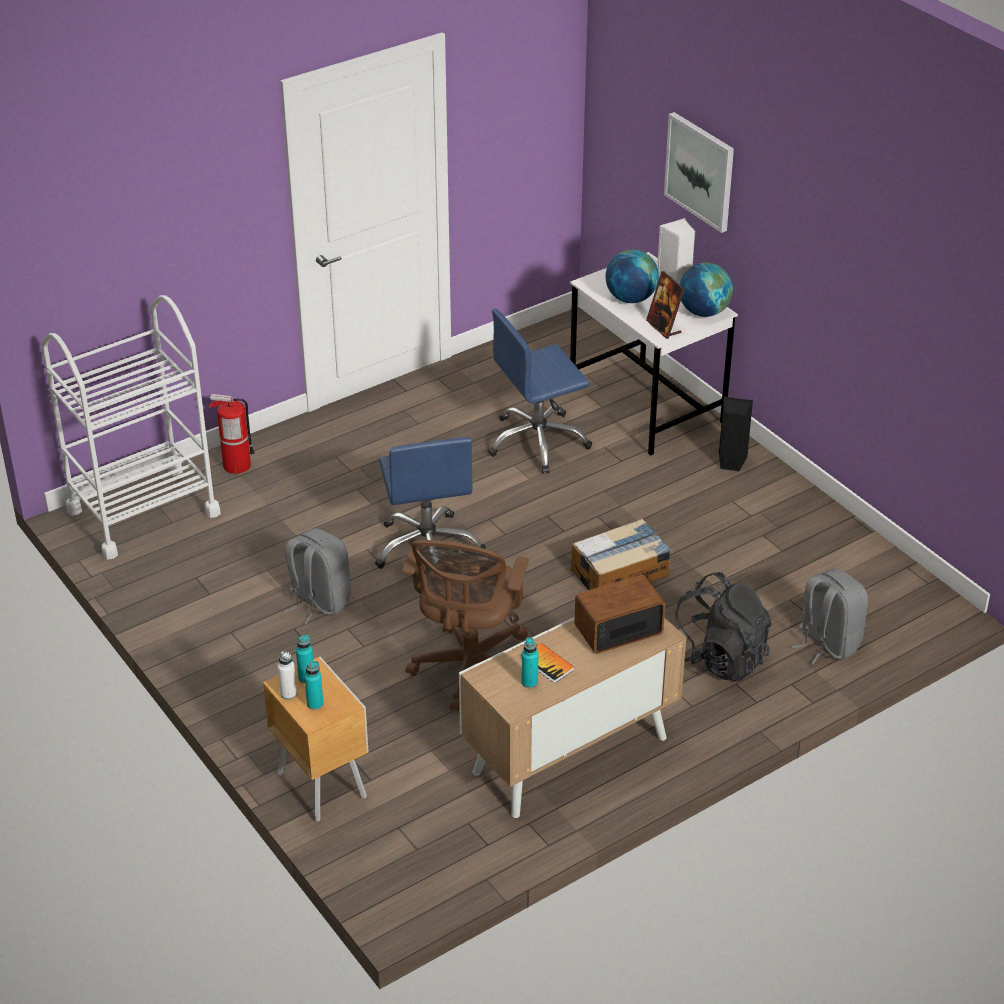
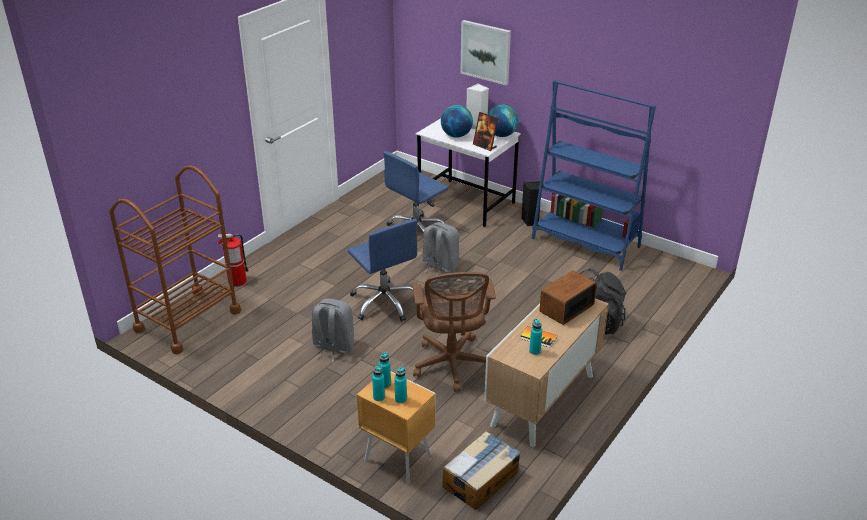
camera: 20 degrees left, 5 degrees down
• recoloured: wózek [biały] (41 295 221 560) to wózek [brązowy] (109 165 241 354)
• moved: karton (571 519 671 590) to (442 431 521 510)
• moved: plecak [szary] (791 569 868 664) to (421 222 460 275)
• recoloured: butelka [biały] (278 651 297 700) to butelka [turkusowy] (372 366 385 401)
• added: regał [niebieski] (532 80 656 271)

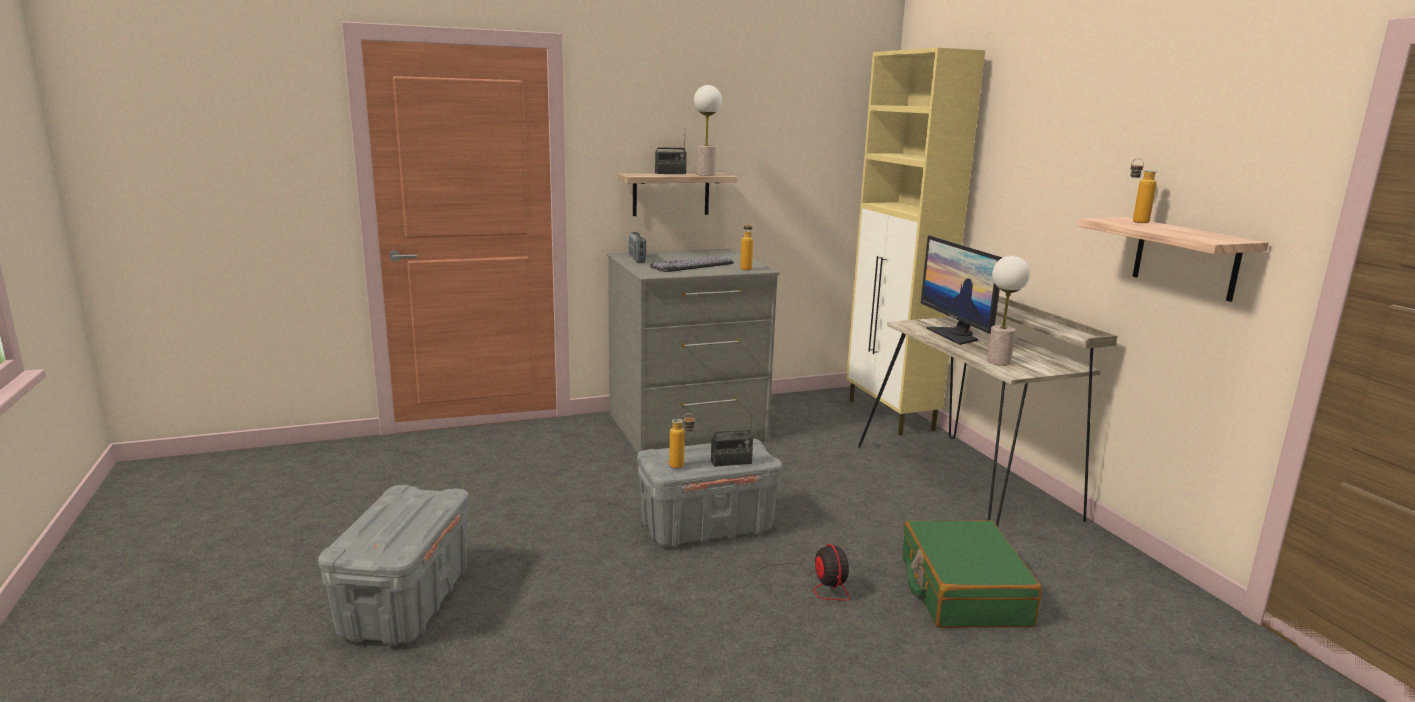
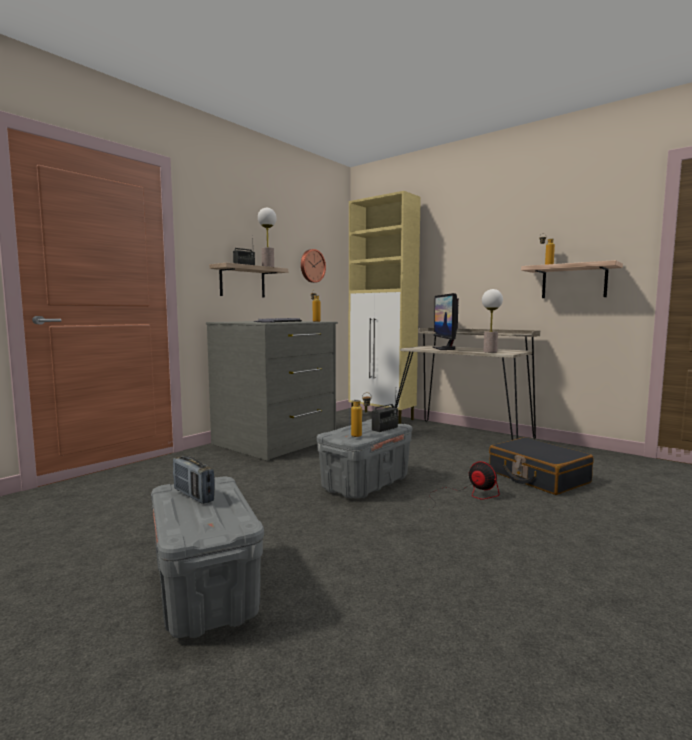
camera: 30 degrees left, 10 degrees down
• moved: radio (629 232 646 263) to (173 456 215 504)
• turned: monitor (921 235 1002 345) = (433 293 459 350) 45 degrees clockwise
• recoloured: walizka [zielony] (902 520 1042 628) to walizka [czarny] (489 437 594 495)
• added: zegar ścienny (301 249 326 283)

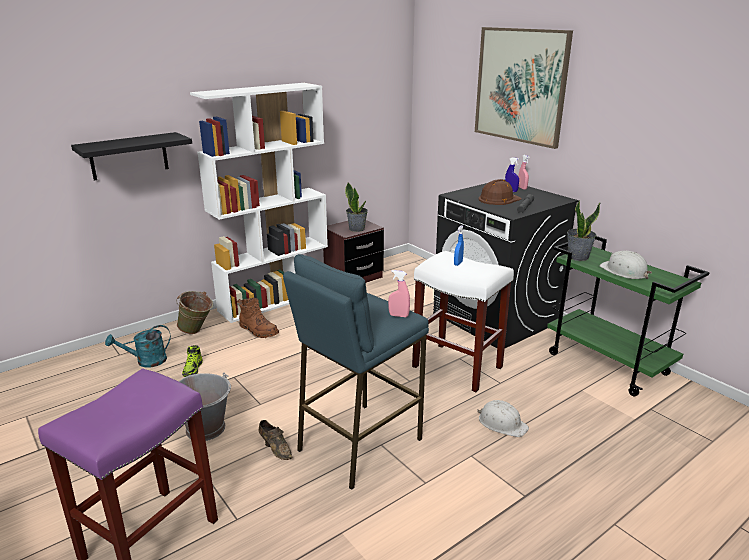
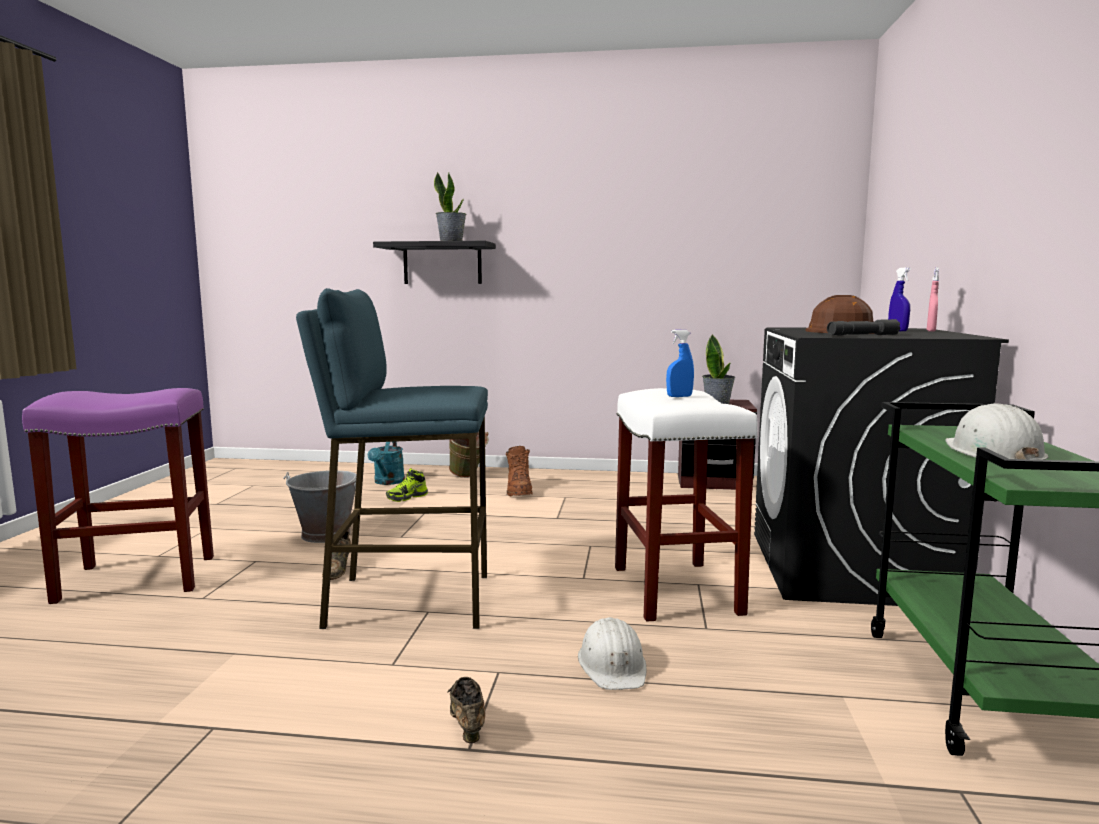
camera: 45 degrees right, 15 degrees down
• removed: obraz (475 27 573 149)
• removed: regał [biały] (190 83 328 323)
• moved: roślina doniczkowa (567 200 600 261) to (434 172 466 241)
• removed: spryskiwacz [różowy] (388 270 410 317)
• turned: konewka [turkusowy] (105 325 171 368) = (368 442 405 485) 105 degrees counterclockwise
• added: but [brązowy] (447 677 485 743)

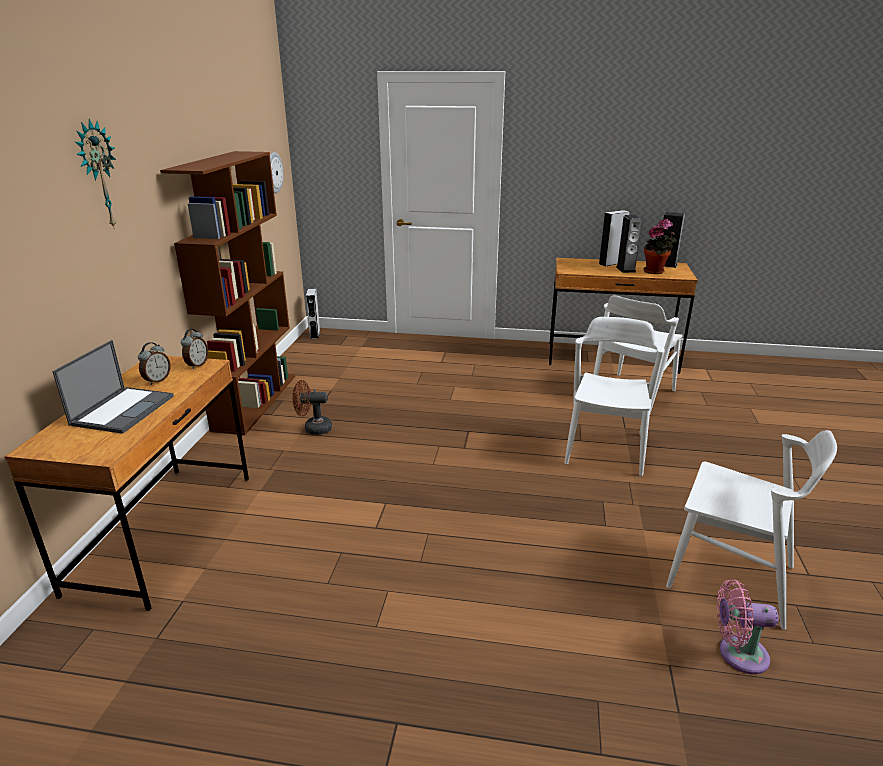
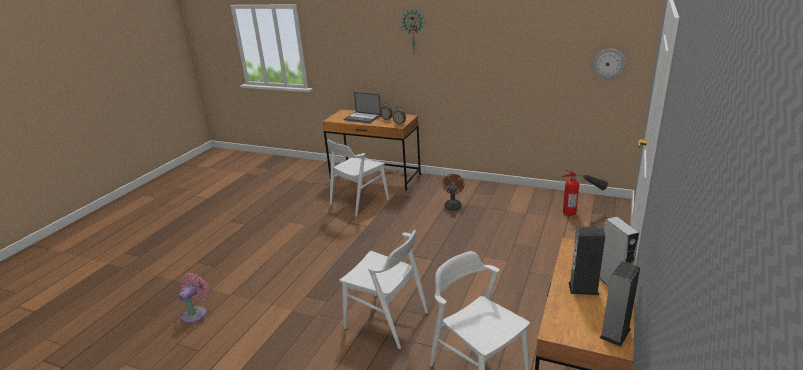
camera: 105 degrees right, 0 degrees up
• removed: regał [brązowy] (160 151 295 435)
• removed: roślina doniczkowa (643 219 677 274)
• removed: głośnik [szary] (306 289 320 339)
• moved: krzesło [biały] (666 430 837 630) to (327 139 389 217)
• added: gaśnica (562 170 608 216)

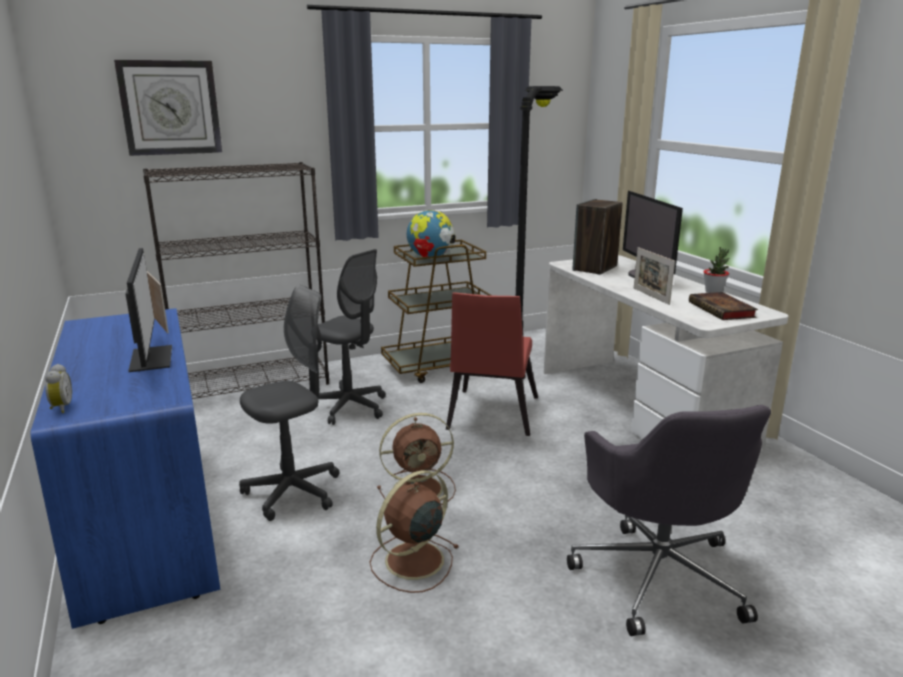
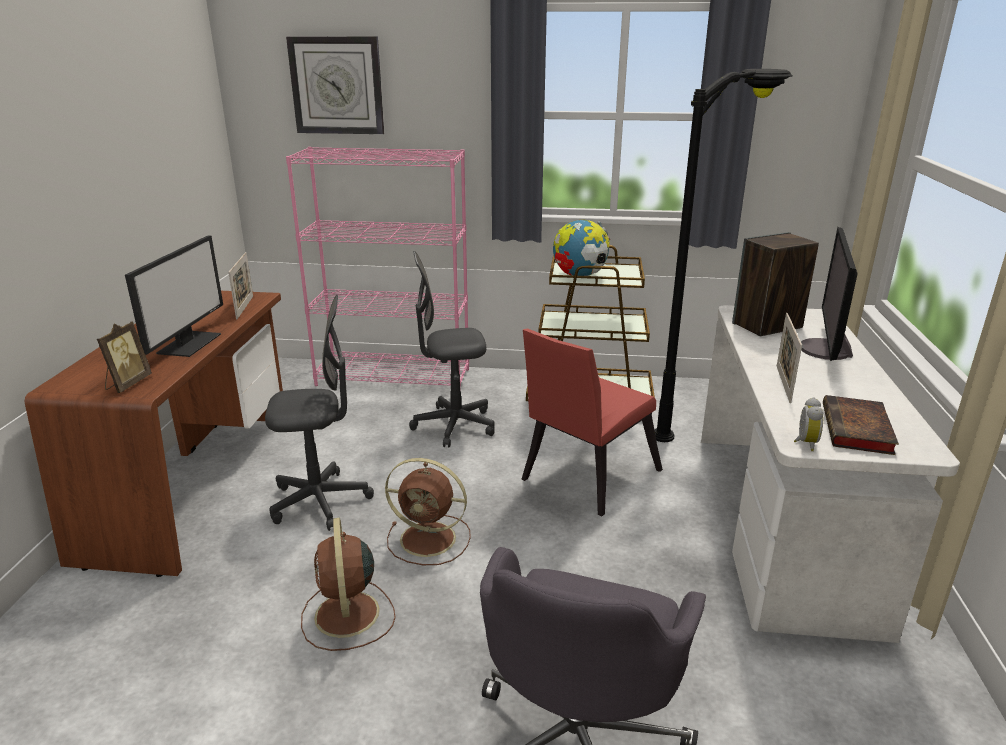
camera: 30 degrees right, 5 degrees up
• recoloured: regał [czarny] (143 162 329 399) to regał [różowy] (286 147 469 387)
• removed: roślina doniczkowa (703 247 730 293)
• turned: krzesło biurowe [szary] (317 249 386 425) = (409 251 495 448) 105 degrees clockwise
• recoloured: biurko [niebieski] (31 308 220 629) to biurko [brązowy] (25 291 283 577)
• moved: budzik (45 364 72 413) to (794 397 823 451)
• turned: wentylator [brązowy] (370 470 458 593) = (301 518 396 651) 90 degrees counterclockwise
• added: ramka na zdjęcie (97 322 152 393)

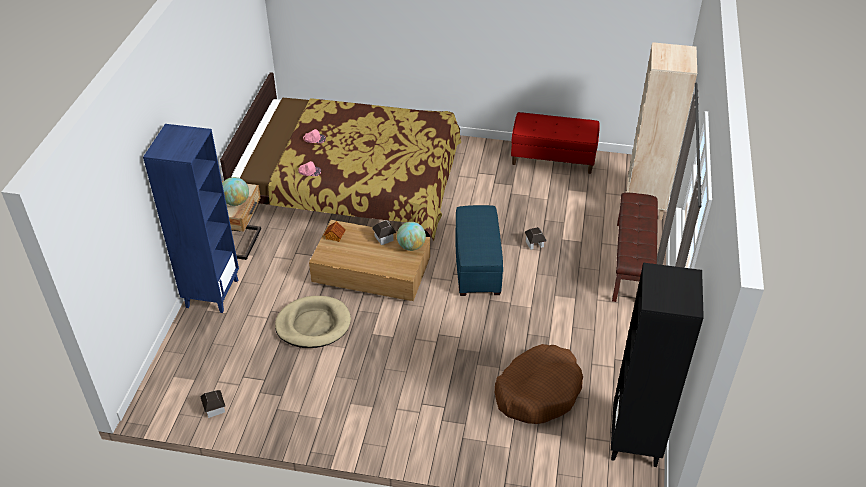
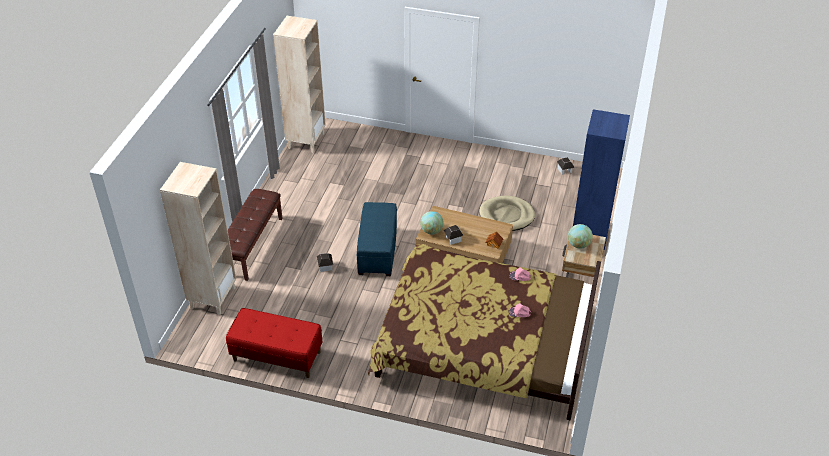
camera: 175 degrees left, 0 degrees up
• recoloured: regał [czarny] (611 263 704 467) to regał [beżowy] (273 16 326 153)
• removed: legowisko [brązowy] (495 344 583 424)

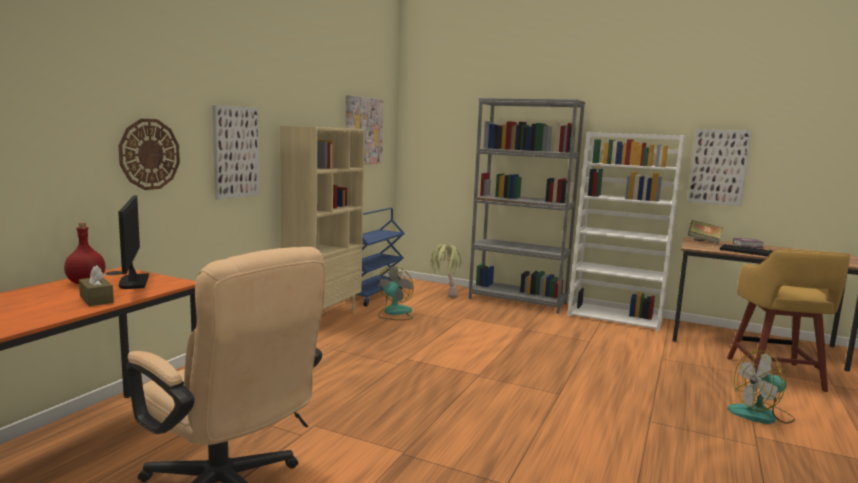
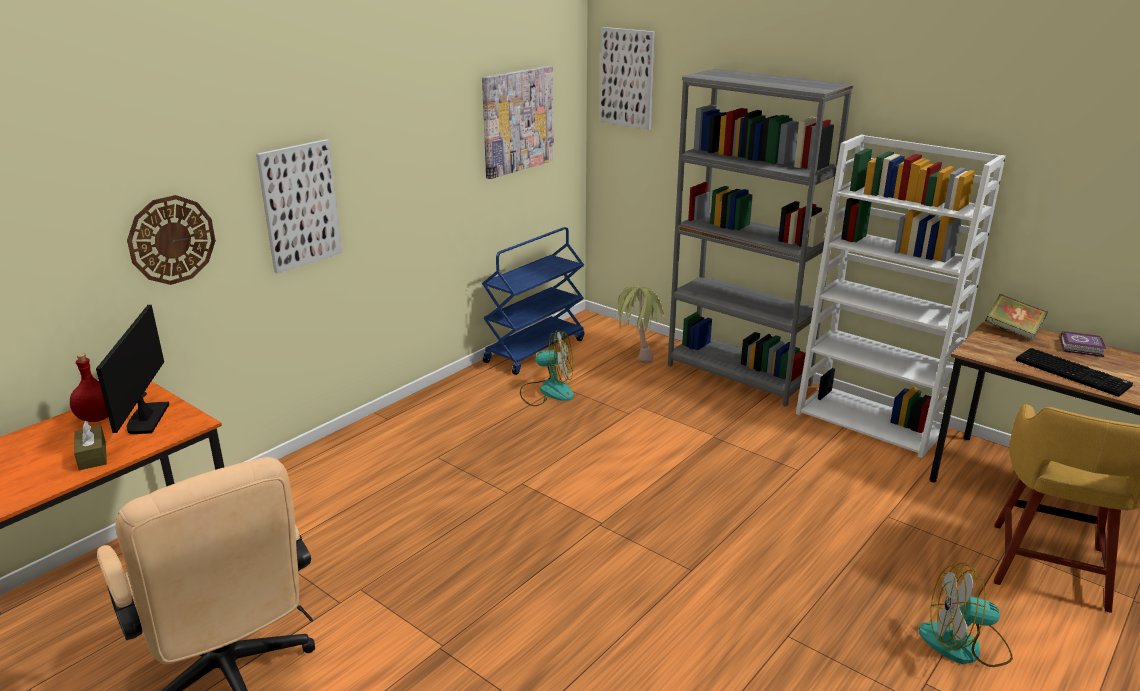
camera: 15 degrees right, 15 degrees up
• removed: regał [beżowy] (280 126 365 313)
• moved: obraz (688 129 752 206) to (600 27 655 130)
• turned: wentylator (378 266 414 320) = (520 329 574 406) 60 degrees clockwise

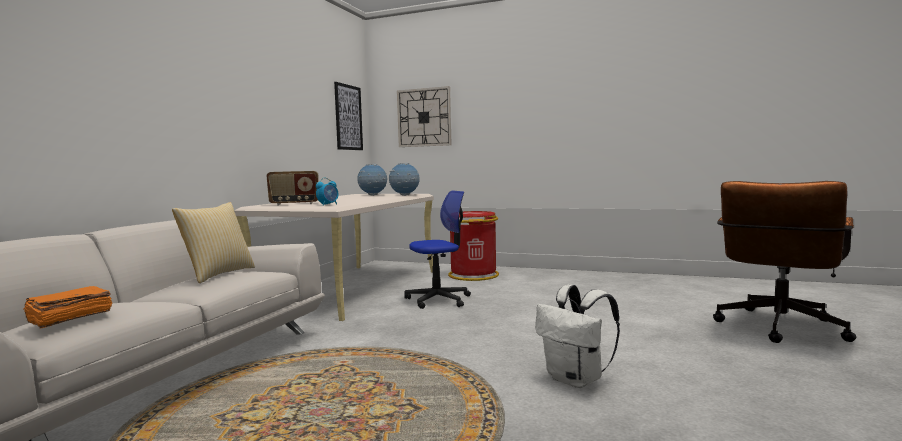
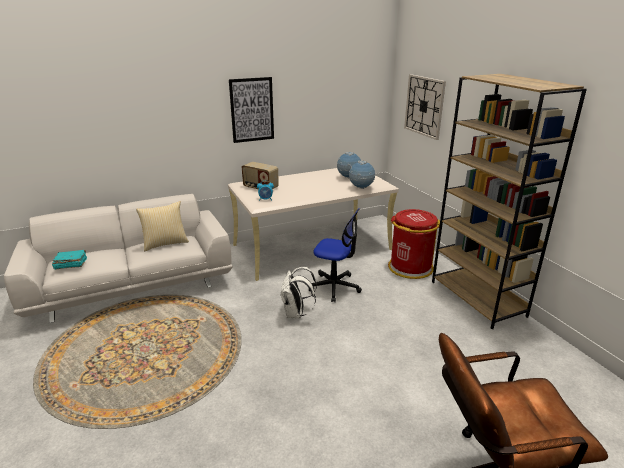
camera: 45 degrees right, 20 degrees up
• moved: obraz (334 82 363 150) to (229 77 274 143)
• moved: plecak [biały] (535 284 620 388) to (280 267 317 318)
• recoloured: książka [pomarańczowy] (23 286 112 328) to książka [turkusowy] (52 250 87 270)
• added: regał [brązowy] (432 74 587 329)

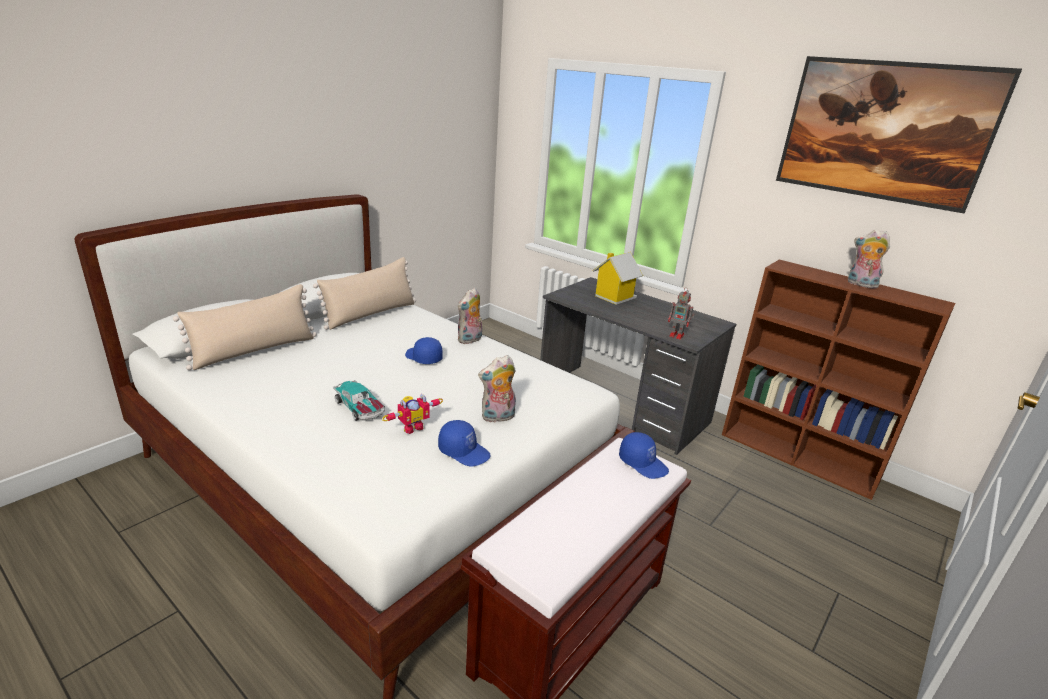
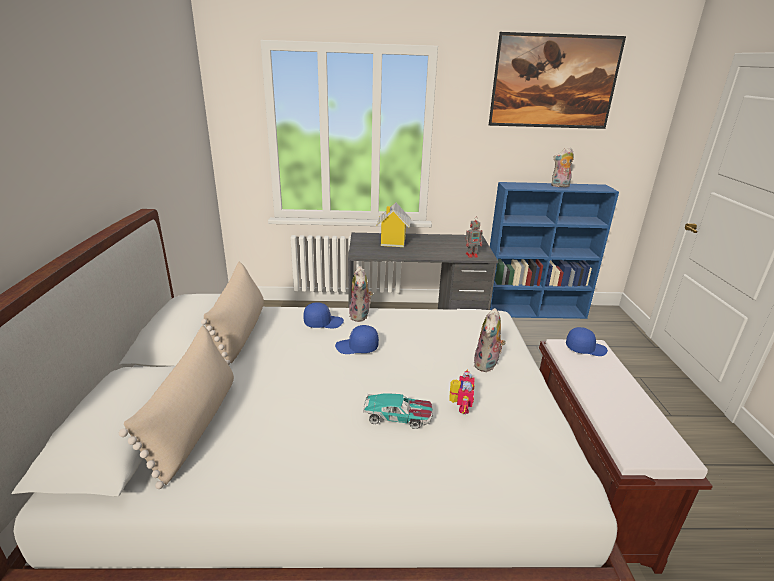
camera: 40 degrees left, 0 degrees up
• recoloured: regał [brązowy] (722 260 955 500) to regał [niebieski] (490 182 619 319)
• moved: czapka z daszkiem [niebieski] (438 420 491 467) to (303 302 344 328)

